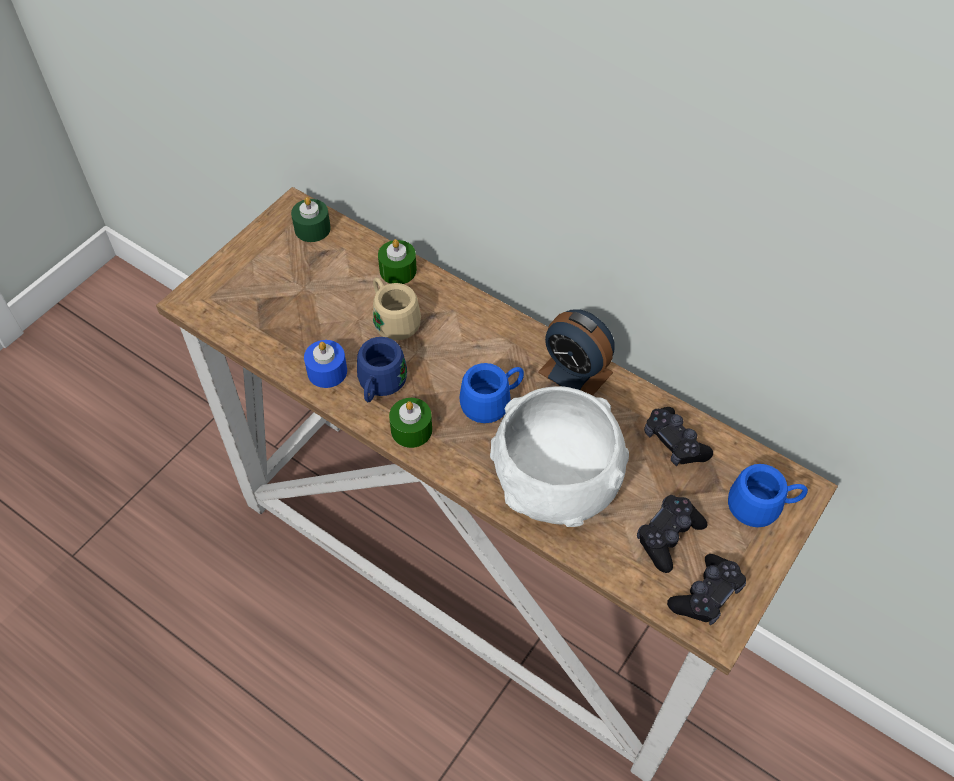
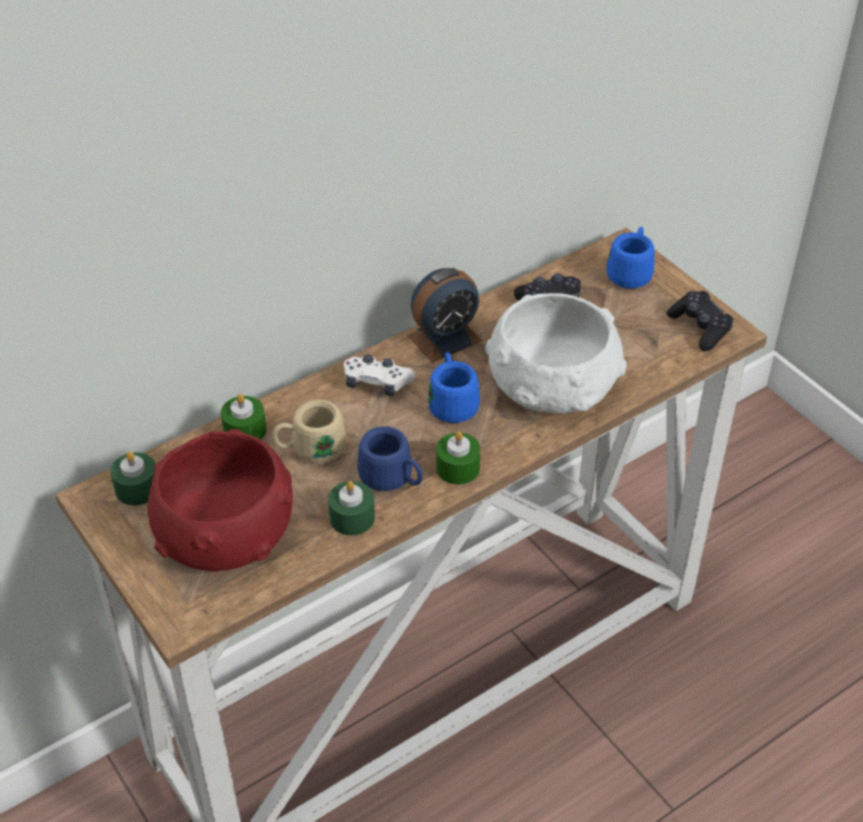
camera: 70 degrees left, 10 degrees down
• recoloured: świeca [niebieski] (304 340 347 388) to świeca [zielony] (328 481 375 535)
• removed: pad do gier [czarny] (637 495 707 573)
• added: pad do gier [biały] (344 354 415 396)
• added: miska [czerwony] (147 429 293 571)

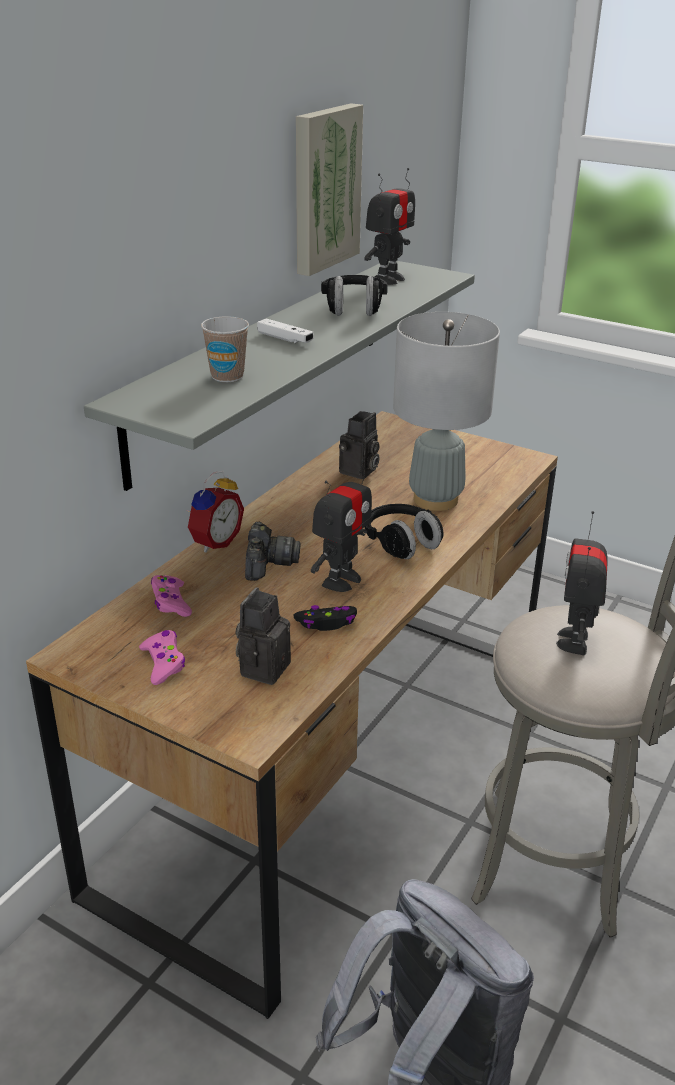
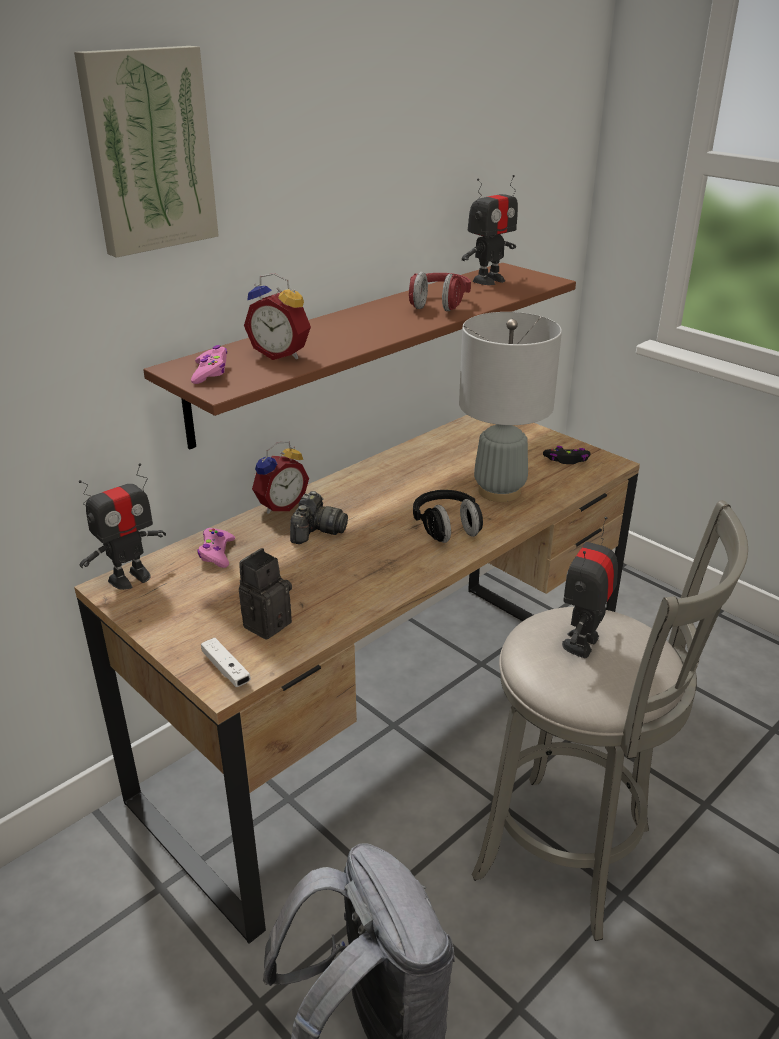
camera: 15 degrees right, 0 degrees up
• moved: obraz (296 103 363 276) to (74 46 219 258)
• recoloured: półka [szary] (84 261 475 491) to półka [brązowy] (143 263 576 449)
• recoloured: słuchawki [czarny] (321 275 388 316) to słuchawki [czerwony] (409 272 471 311)
• replaced: filiżanka (201 316 249 382) to budzik (244 273 311 360)
• moved: pad do gier [biały] (257 318 314 343) to (201 638 251 687)
• removed: aparat fotograficzny (339 411 380 479)
• moved: robot zabawkowy (311 459 372 592) to (79 463 166 590)
• moved: pad do gier [czarny] (293 605 357 631) to (543 446 591 464)
• moved: pad do gier [różowy] (139 630 185 685) to (191 345 227 384)

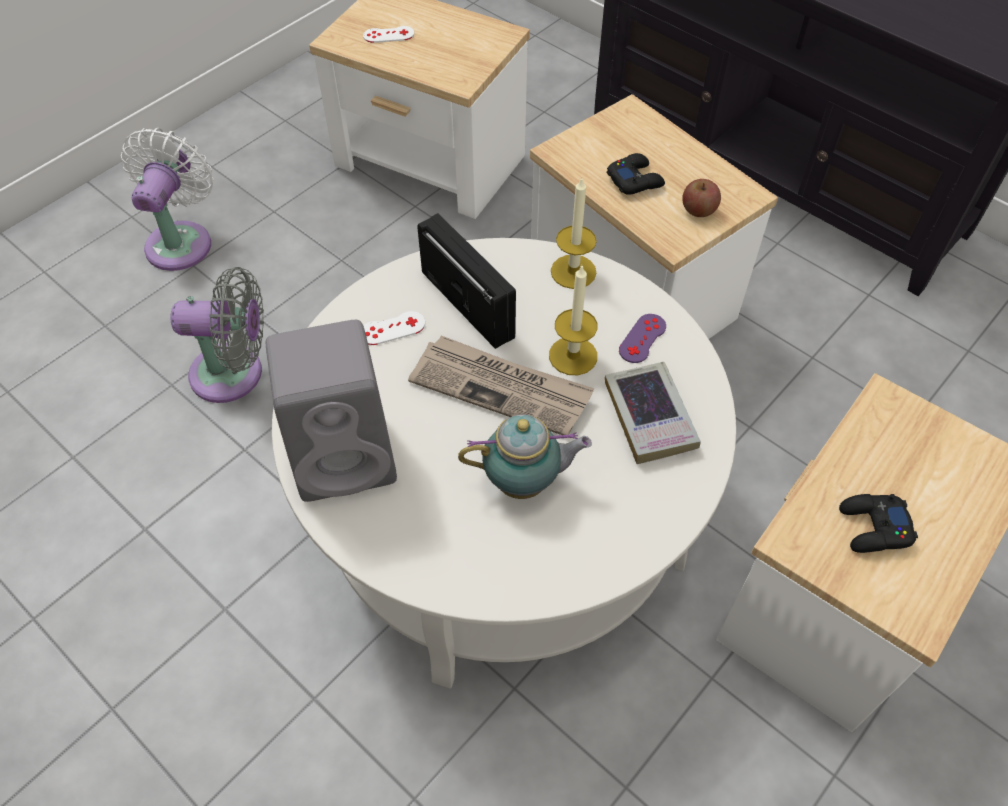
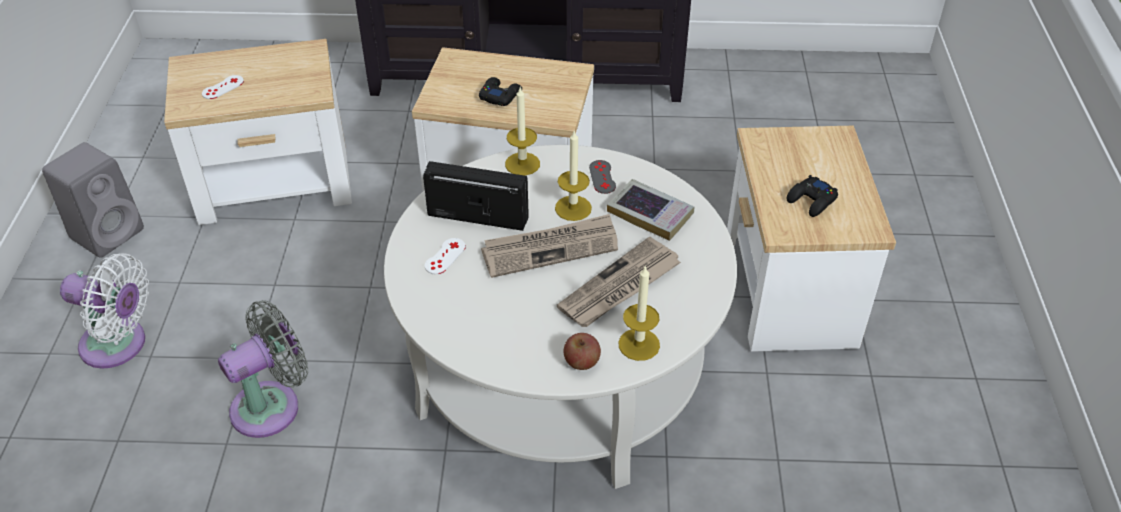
camera: 40 degrees left, 10 degrees down
• turned: wentylator [biały] (121 128 213 271) = (60 253 149 368) 135 degrees clockwise
• moved: jabłko (682 179 721 217) to (564 333 601 370)
• recoloured: pad do gier [fioletowy] (619 314 666 363) to pad do gier [szary] (589 160 616 194)
• moved: głośnik [szary] (266 320 397 502) to (42 142 144 258)
• replaced: imbryk (458 414 592 499) to gazeta (557 237 681 327)
• added: świeca (618 266 660 361)

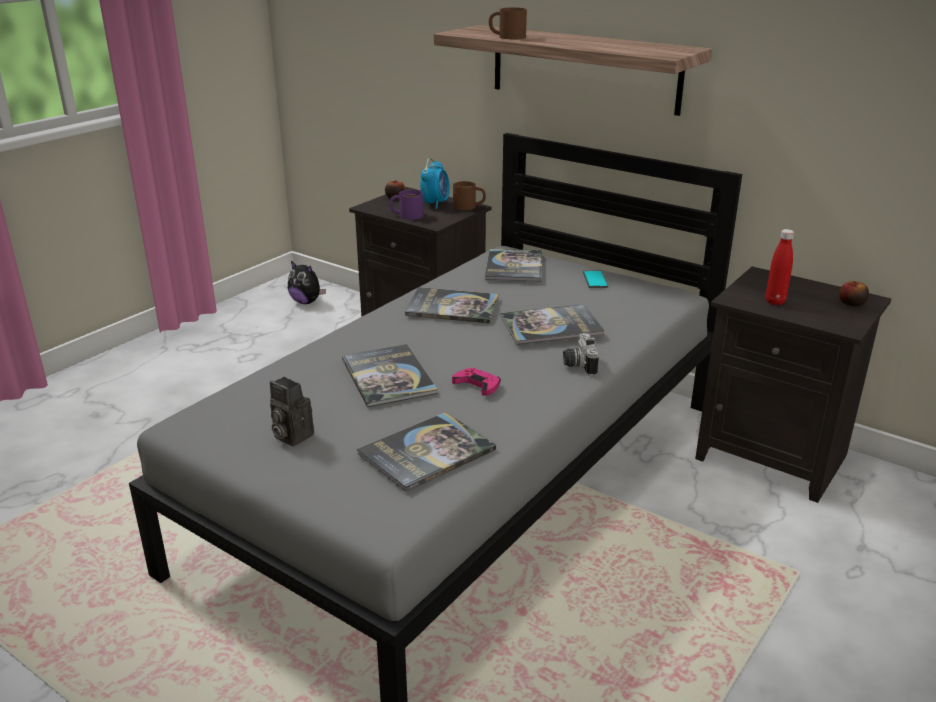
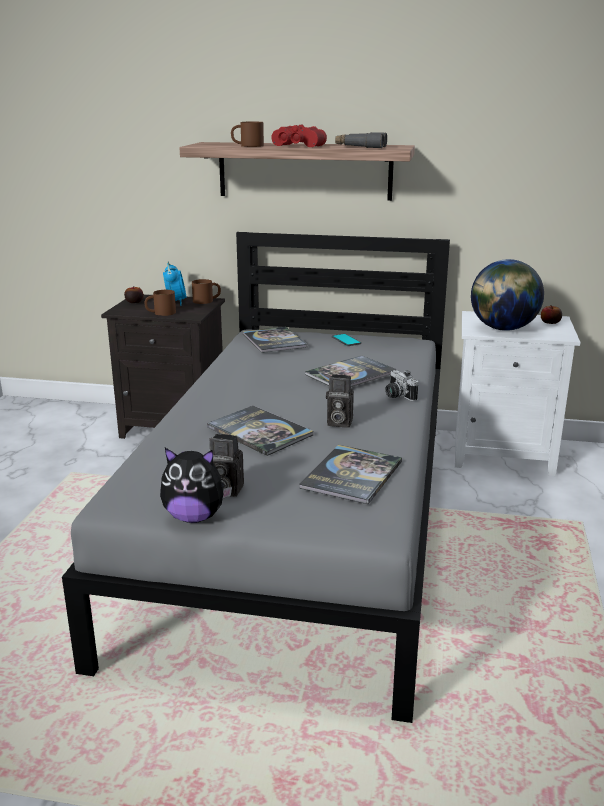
camera: 25 degrees left, 5 degrees down
• recoloured: kubek [fioletowy] (389 190 423 220) to kubek [brązowy] (144 290 176 316)
• replaced: butelka [czerwony] (766 229 794 305) to globus (471 259 544 331)
• moved: pluszak (288 261 326 304) to (160 448 232 523)
• recoloured: szafka nocna [czarny] (695 266 891 503) to szafka nocna [biały] (455 311 581 476)
• removed: książka (405 287 499 323)
• replaced: pad do gier [różowy] (452 368 501 396) to aparat fotograficzny (326 375 354 428)
• added: lornetka [czerwony] (271 124 327 147)
• added: lornetka [szary] (335 132 387 148)

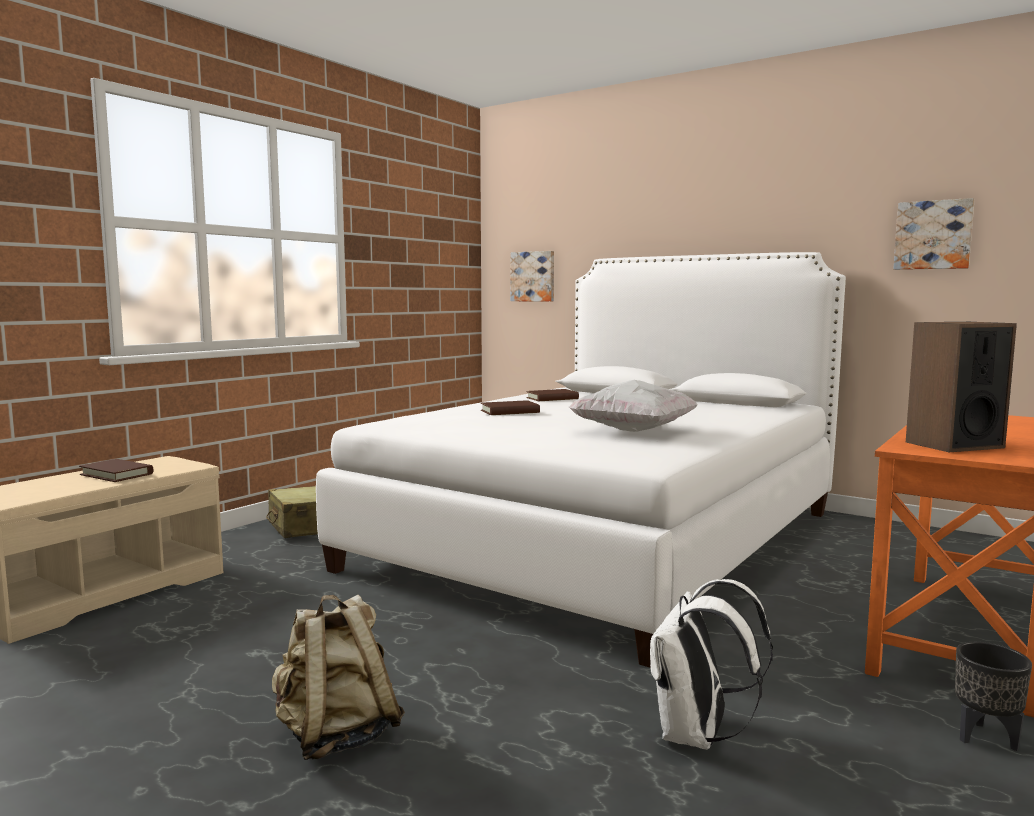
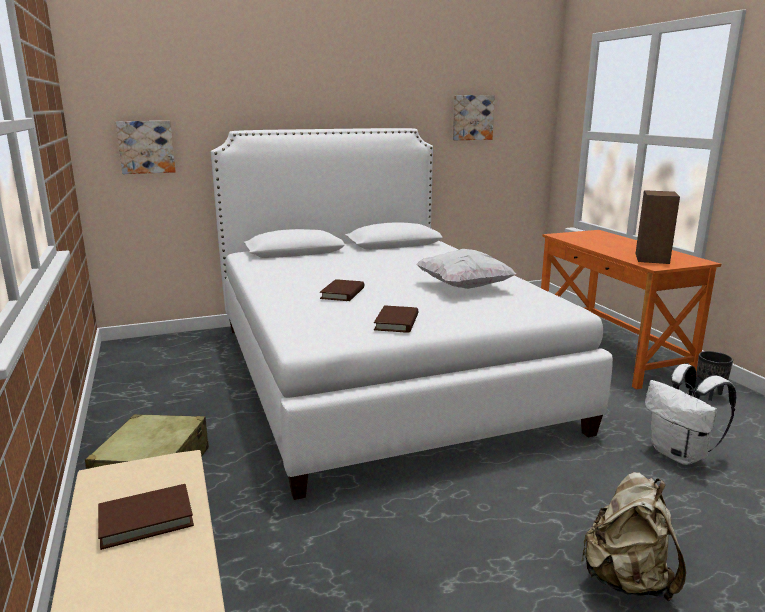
camera: 55 degrees left, 10 degrees up
• moved: książka [brązowy] (526 389 579 401) to (374 305 418 333)

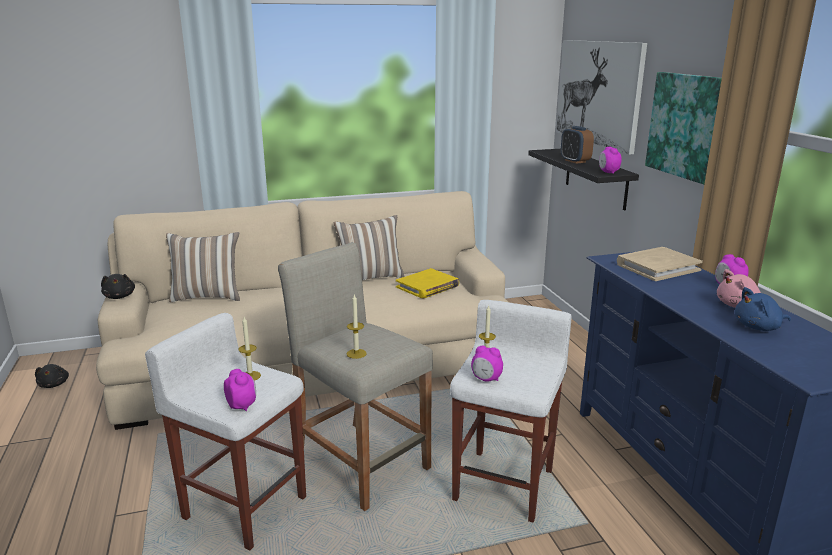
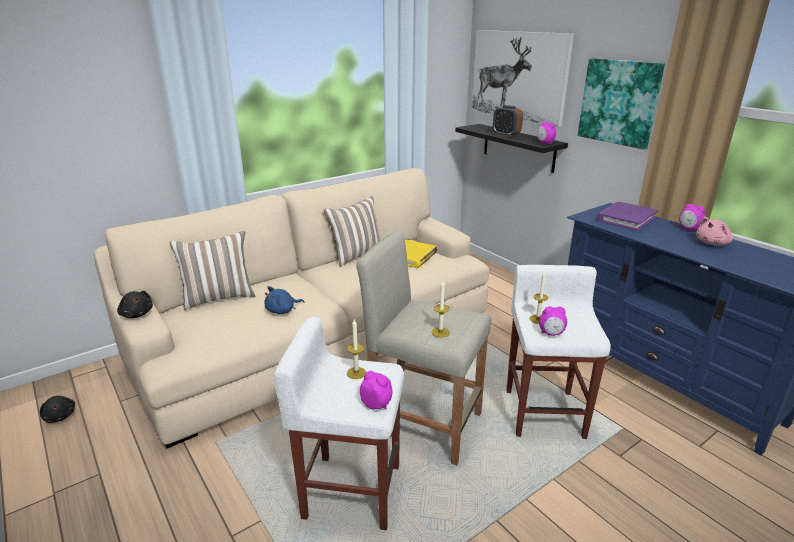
camera: 20 degrees left, 5 degrees up
• recoloured: książka [beżowy] (617 247 703 281) to książka [fioletowy] (596 202 658 231)
• moved: pluszak [niebieski] (735 287 791 331) to (264 286 305 314)

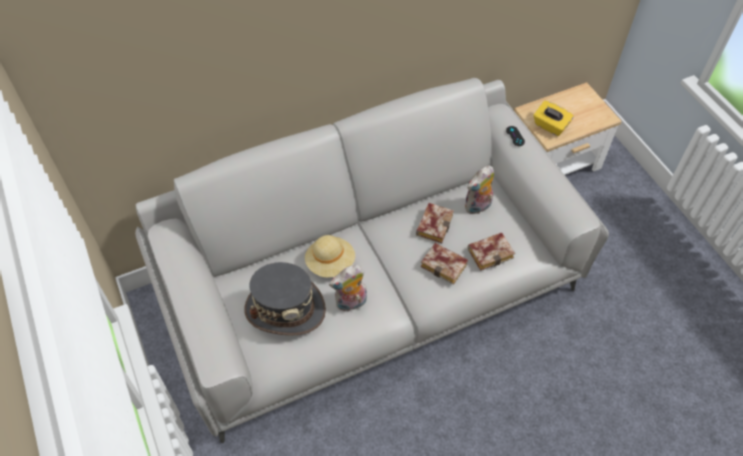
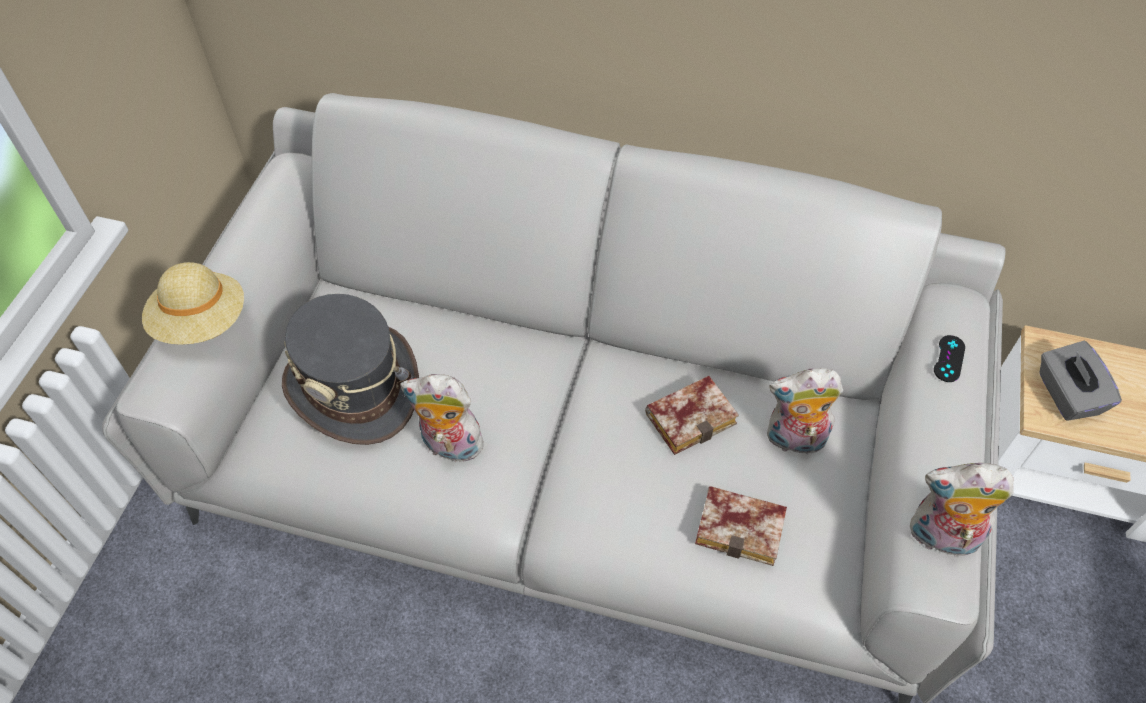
camera: 40 degrees right, 0 degrees up
• recoloured: pudełko chusteczek [żółty] (533 101 574 136) to pudełko chusteczek [szary] (1039 341 1122 421)
• moved: kapelusz [beżowy] (305 235 355 277) to (142 262 244 345)
• removed: książka (421 243 468 285)
• added: pluszak (910 463 1014 562)

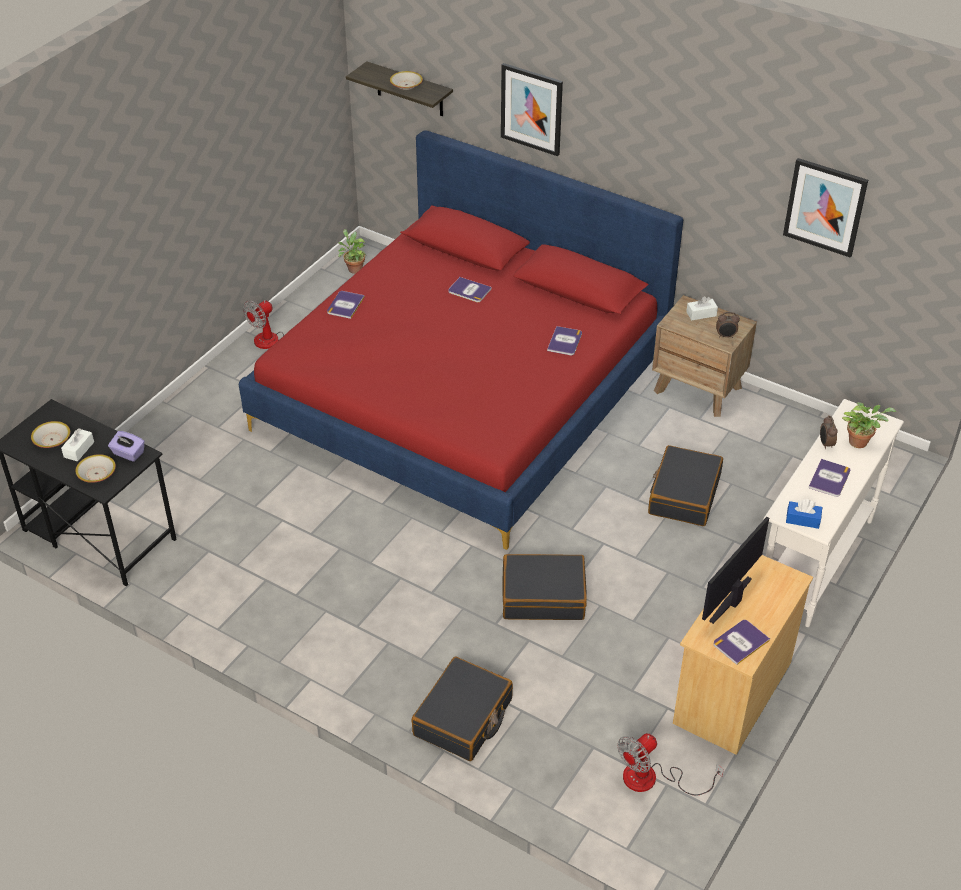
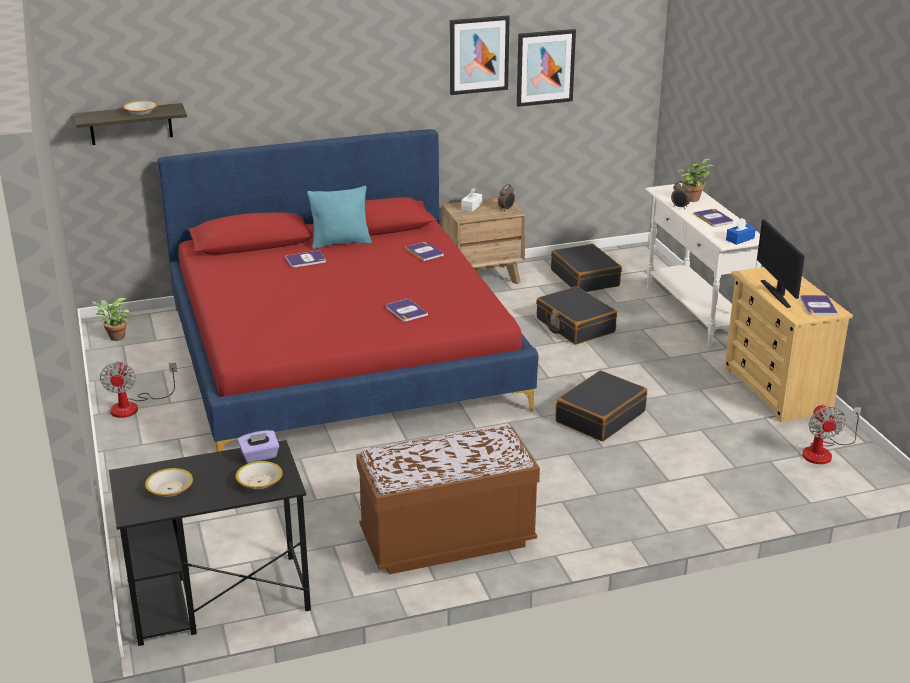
camera: 50 degrees left, 15 degrees down
• moved: obraz (501 63 563 156) to (450 16 510 95)
• moved: książka (327 291 365 319) to (386 298 428 322)
• removed: pudełko chusteczek [biały] (61 428 94 462)
• moved: walizka [czarny] (412 656 513 761) to (551 244 622 292)
• added: poduszka [turkusowy] (307 186 372 249)
• added: ławka [brązowy] (356 426 540 574)

